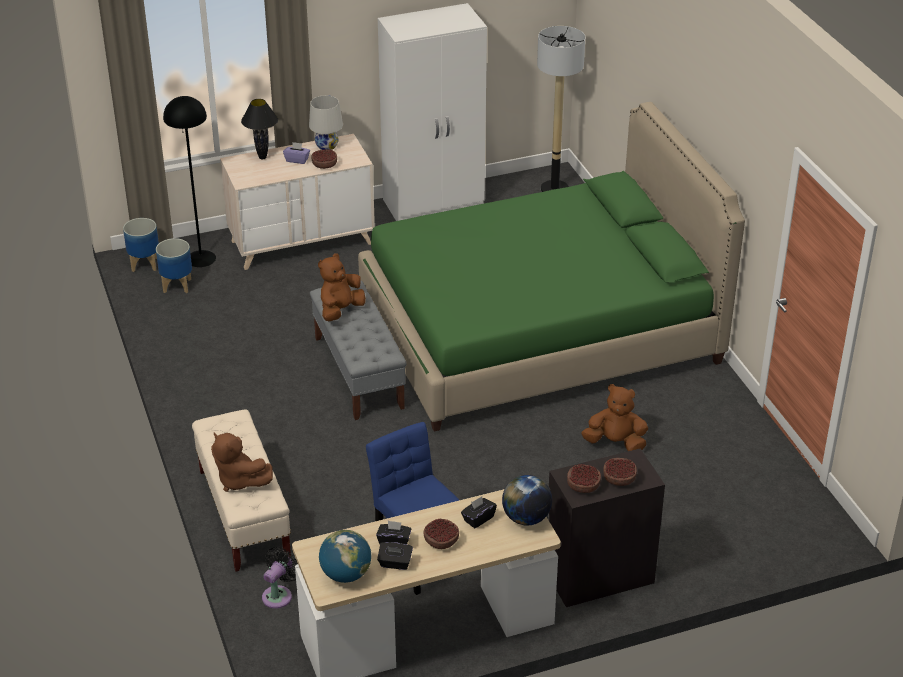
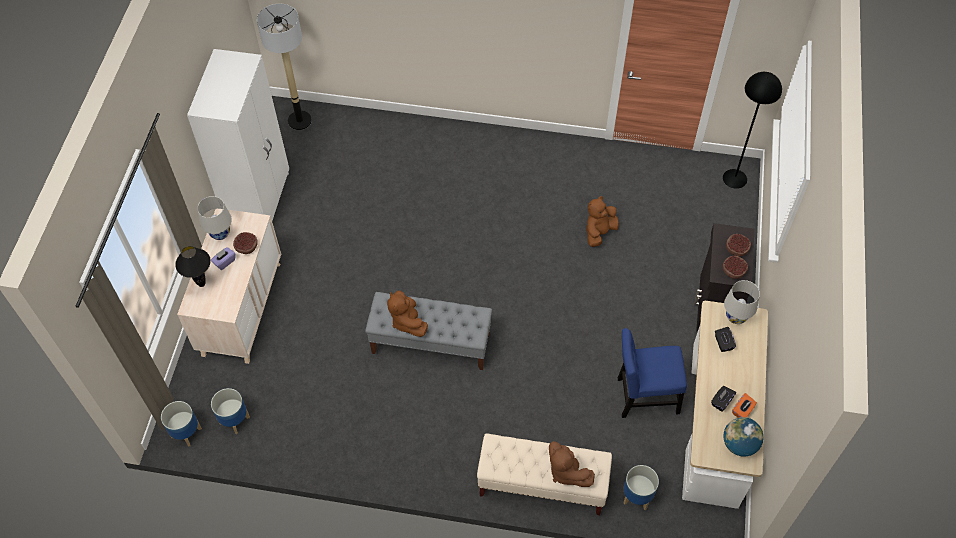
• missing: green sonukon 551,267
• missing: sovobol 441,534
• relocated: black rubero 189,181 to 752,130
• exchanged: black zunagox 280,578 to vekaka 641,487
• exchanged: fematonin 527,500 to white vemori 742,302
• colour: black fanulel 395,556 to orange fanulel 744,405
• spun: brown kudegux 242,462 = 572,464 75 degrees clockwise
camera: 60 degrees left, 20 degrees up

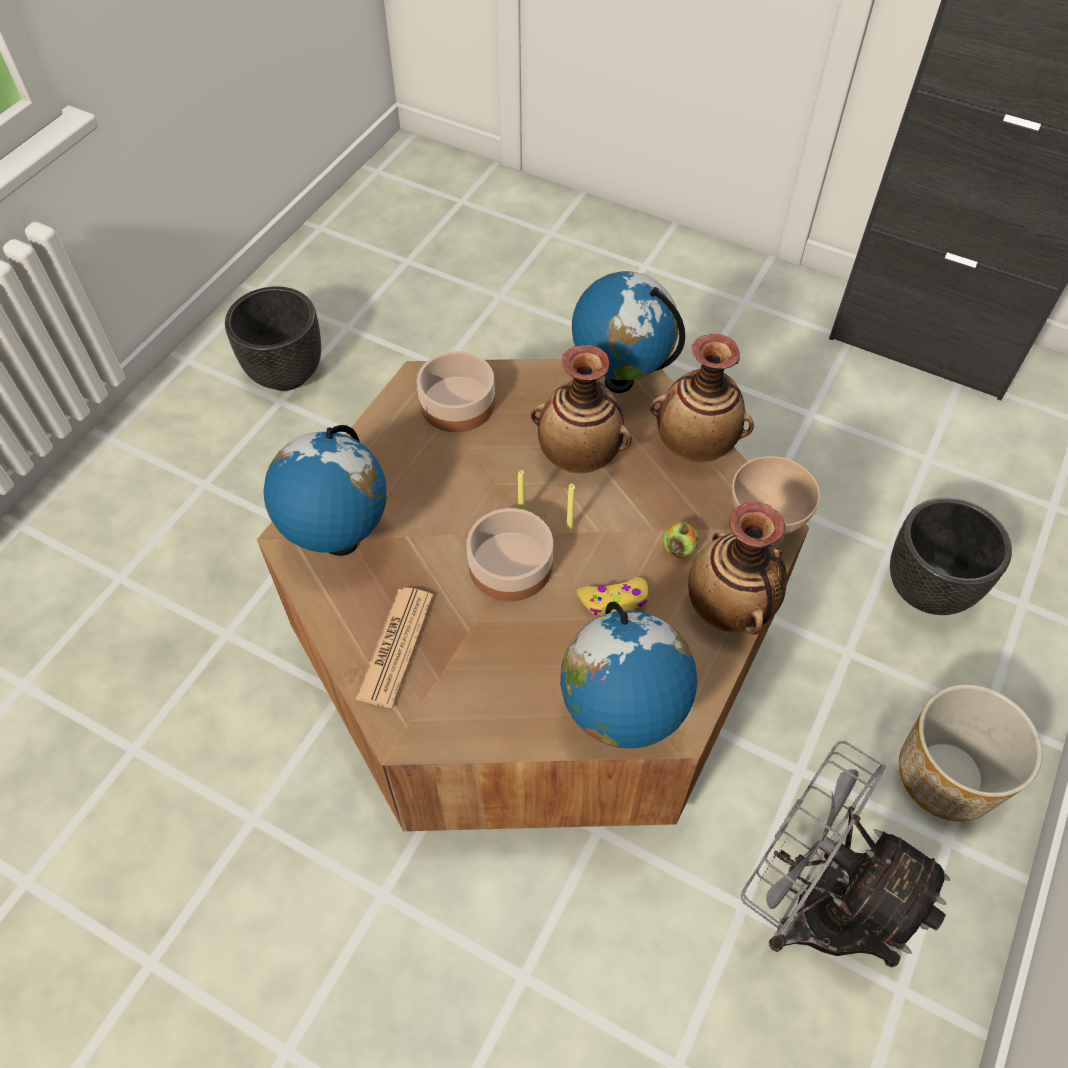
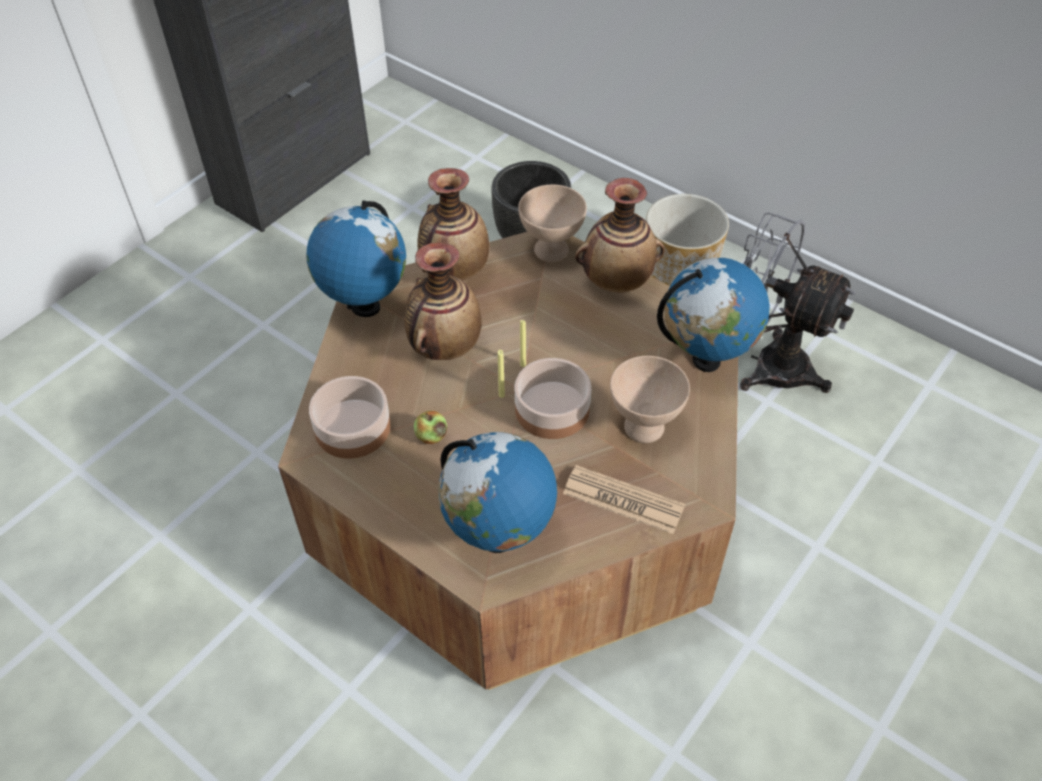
• missing: black vekaka 273,338
• missing: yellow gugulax 612,596
• appeared: beige sovobol 650,399
• relocated: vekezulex 680,539 to 430,427
• spun: grey zunagox 845,854 = 798,302 75 degrees clockwise
camera: 80 degrees left, 5 degrees down

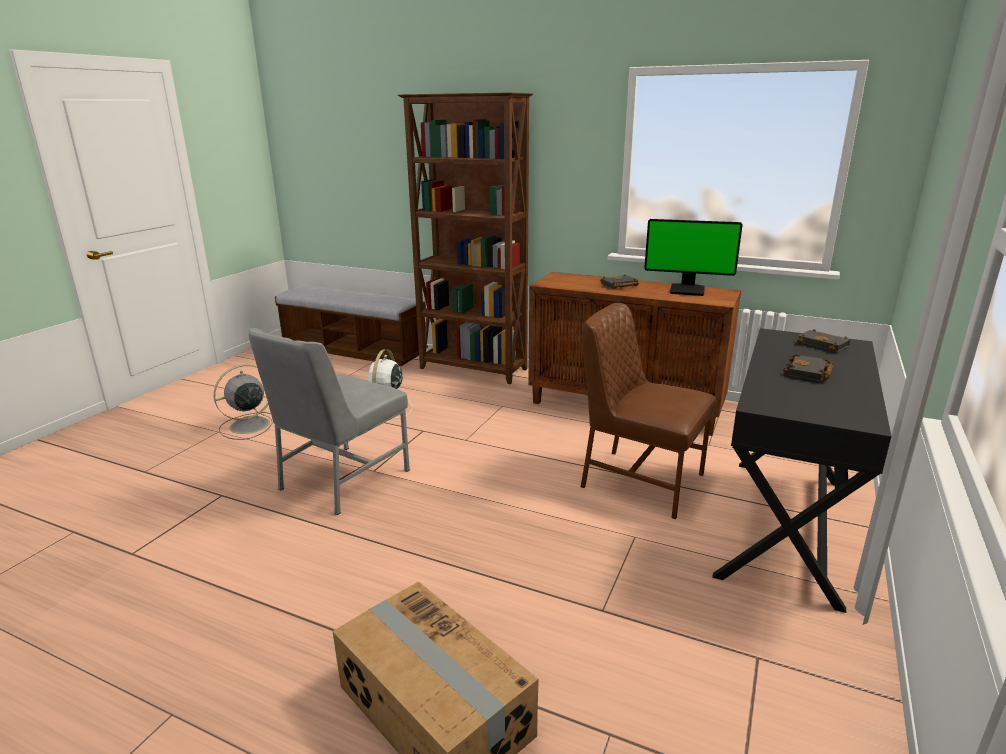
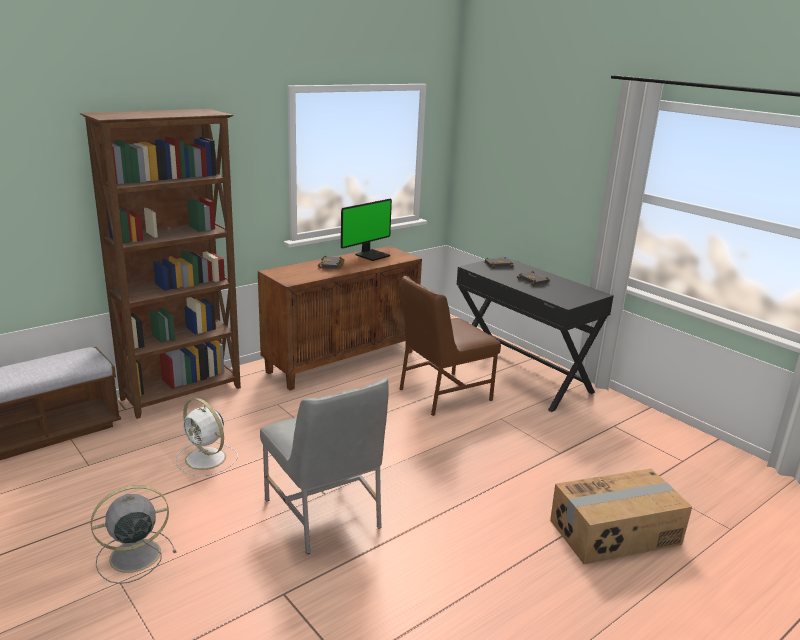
• spun: grey zunagox 243,402 = 134,534 75 degrees clockwise
camera: 65 degrees left, 0 degrees up

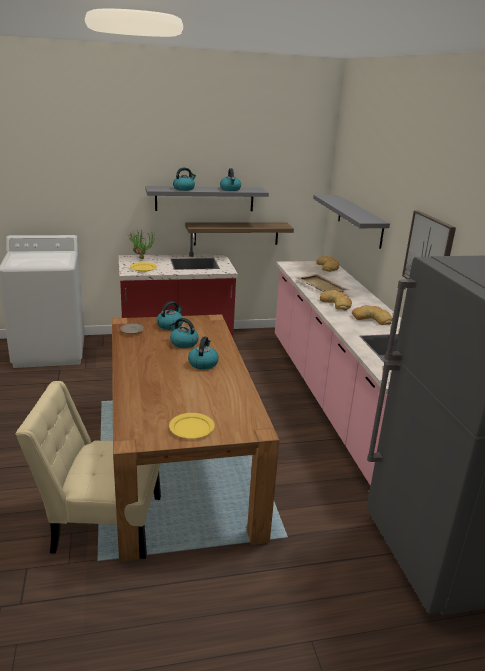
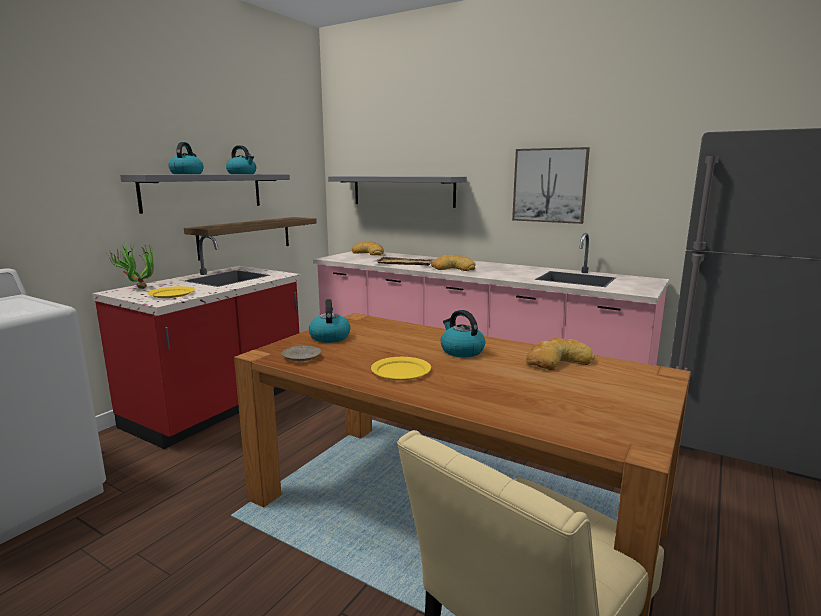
• missing: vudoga 184,333
• relocated: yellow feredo 192,426 to 401,368
• relocated: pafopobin 372,315 to 560,354
camera: 45 degrees left, 10 degrees down

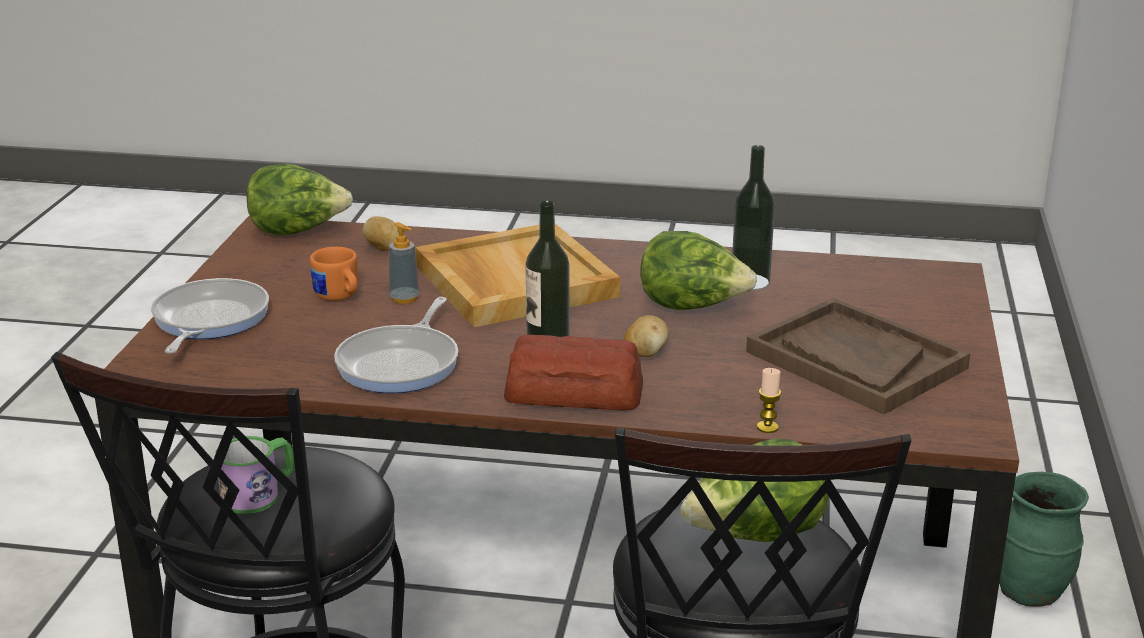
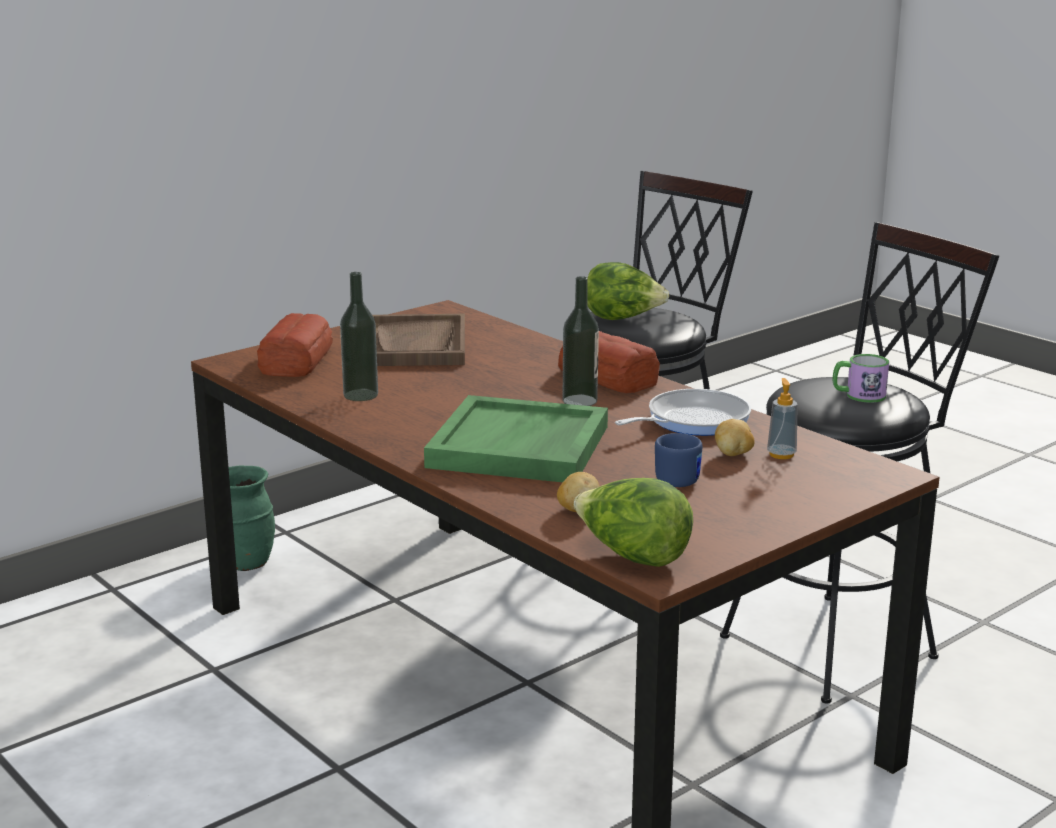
• missing: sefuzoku 210,316
• missing: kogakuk 698,270
• missing: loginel 769,400
• appeared: pafopobin 295,345
• relocated: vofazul 404,263 to 782,418
• relocated: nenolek 646,336 to 735,437
• colour: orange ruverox 334,274 to blue ruverox 678,460
• colour: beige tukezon 518,275 to green tukezon 516,438
camera: 140 degrees left, 5 degrees down

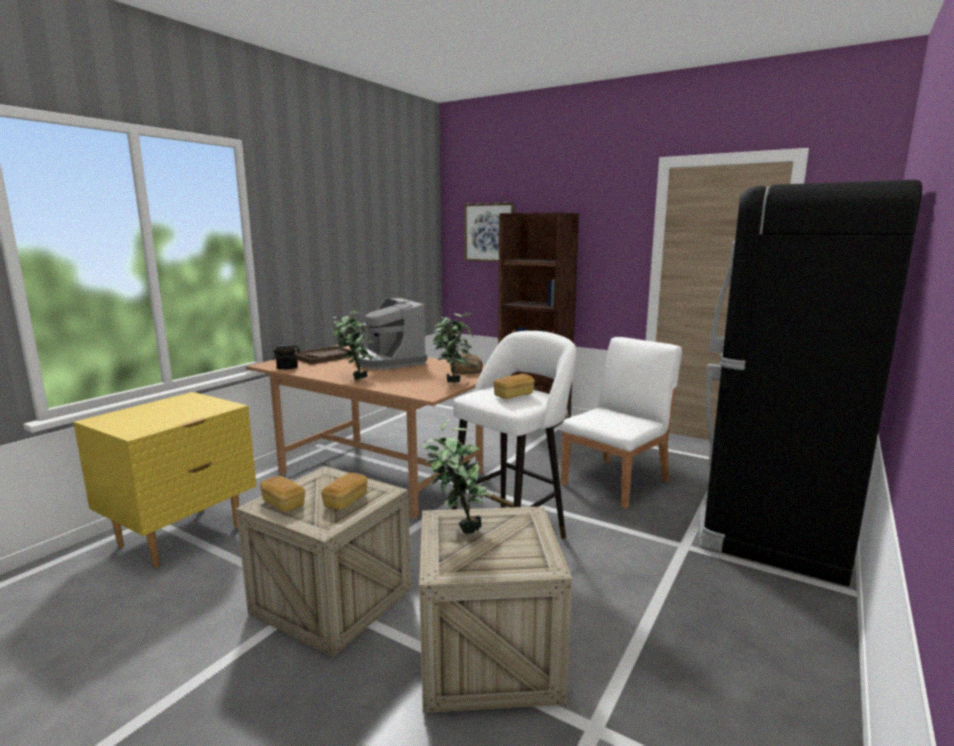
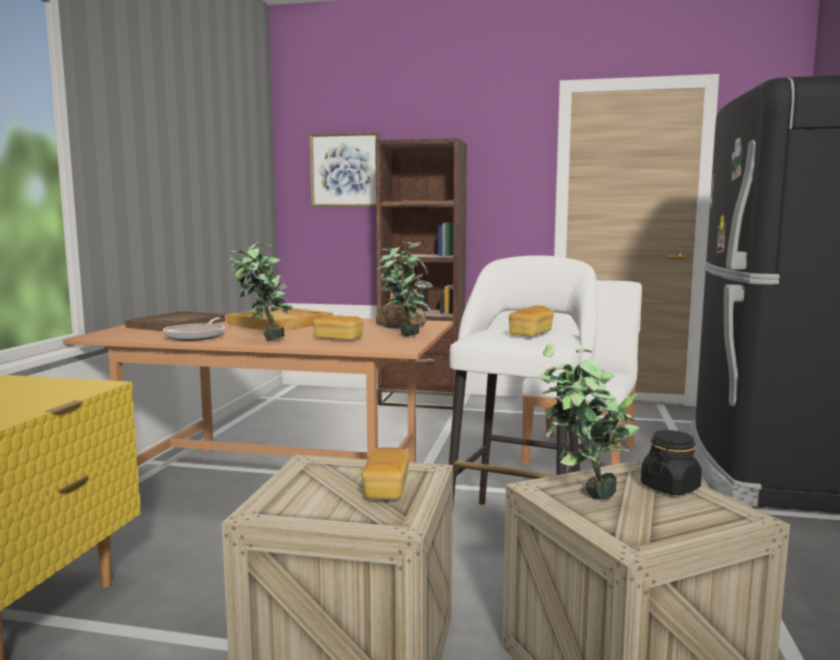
• appeared: sefuzoku 194,329
• relocated: pafopobin 282,494 to 338,328
• relocated: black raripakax 286,357 to 671,462
• exchanged: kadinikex 392,334 to beige tukezon 280,319
camera: 20 degrees left, 5 degrees down

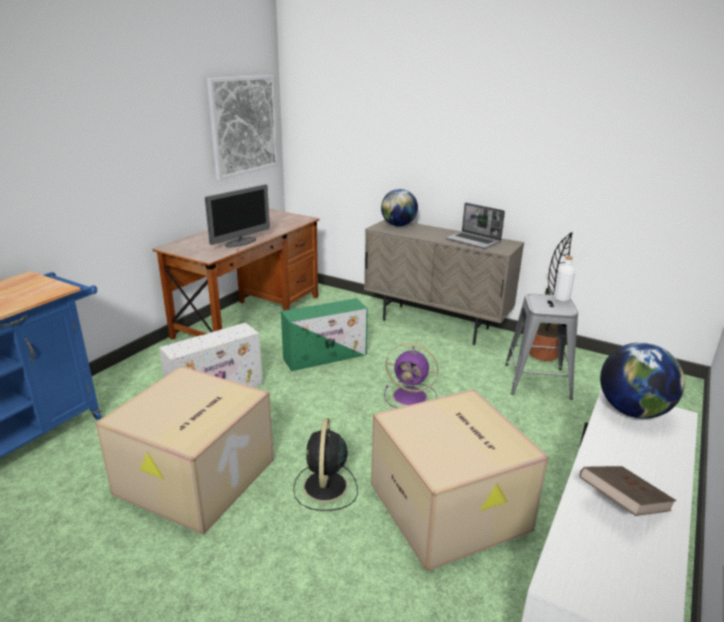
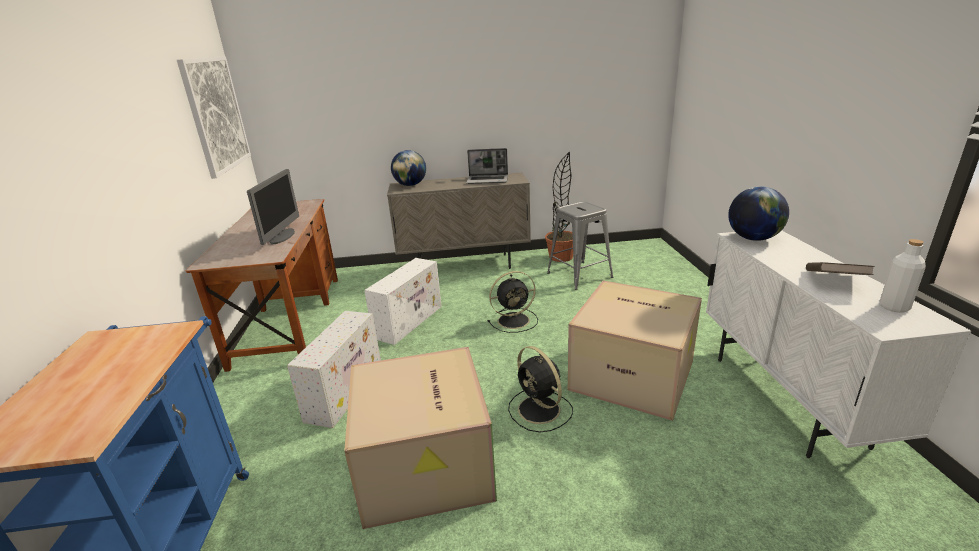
• relocated: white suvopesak 564,279 to 903,276
• colour: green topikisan 324,334 to white topikisan 403,301
• colour: purple zunagox 411,375 to black zunagox 512,302
camera: 35 degrees left, 0 degrees up

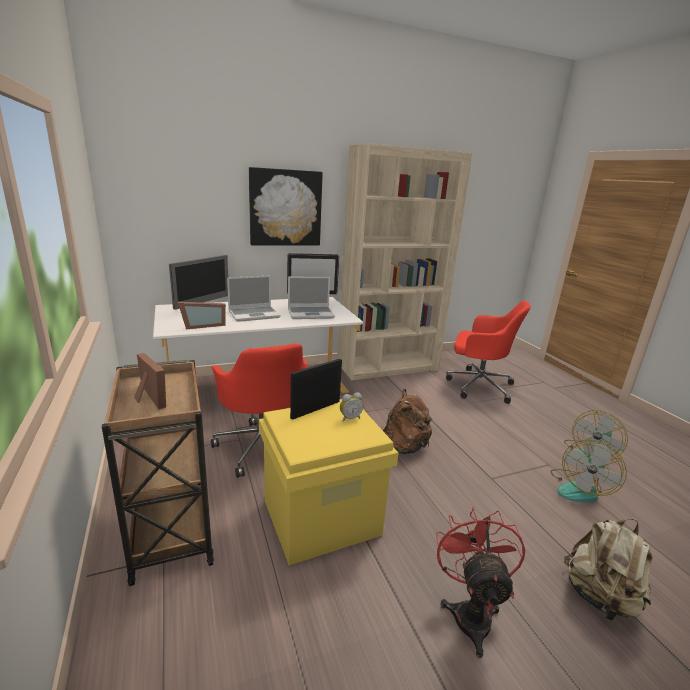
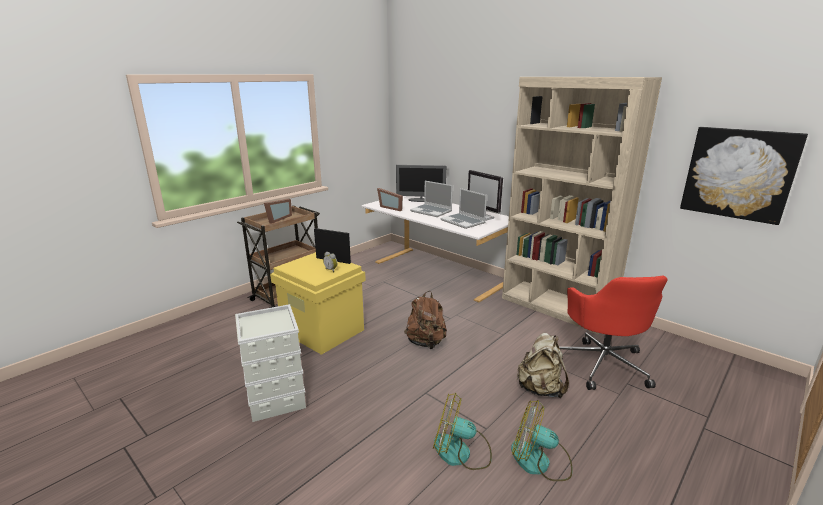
• missing: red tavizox 259,410
• relocated: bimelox 286,206 to 744,176
• relocated: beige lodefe 608,569 to 542,365
• exchanged: red zunagox 480,582 to grey topikisan 270,363
camera: 65 degrees right, 0 degrees up

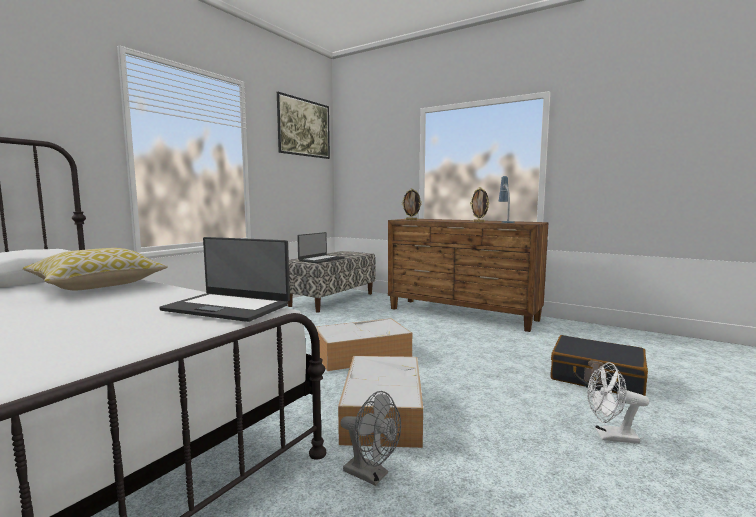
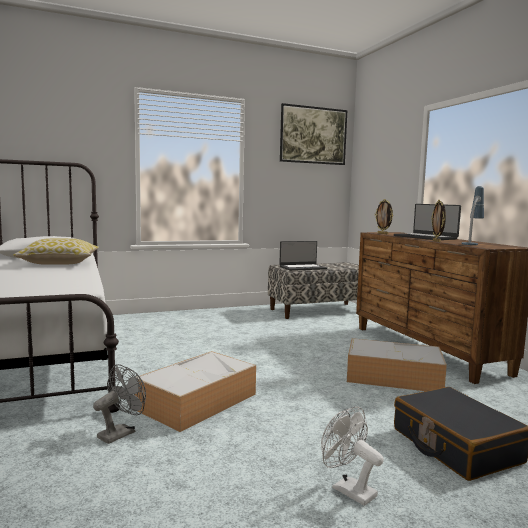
• relocated: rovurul 224,279 to 427,222
• relocated: topikisan 364,344 to 397,364
• spun: grey zunagox 371,438 = 119,404 120 degrees counterclockwise
camera: 35 degrees right, 0 degrees up

